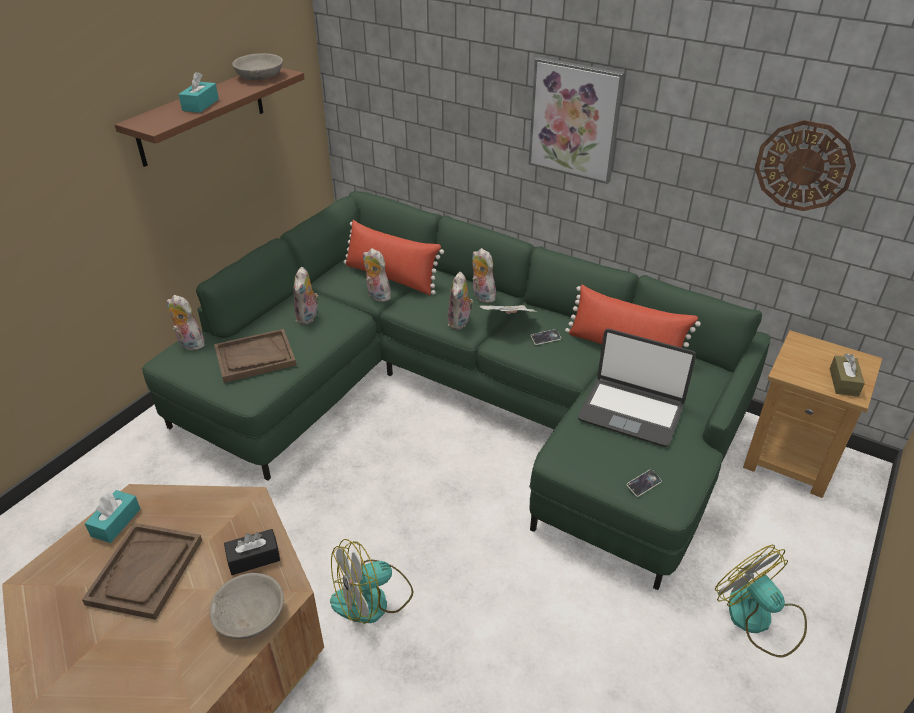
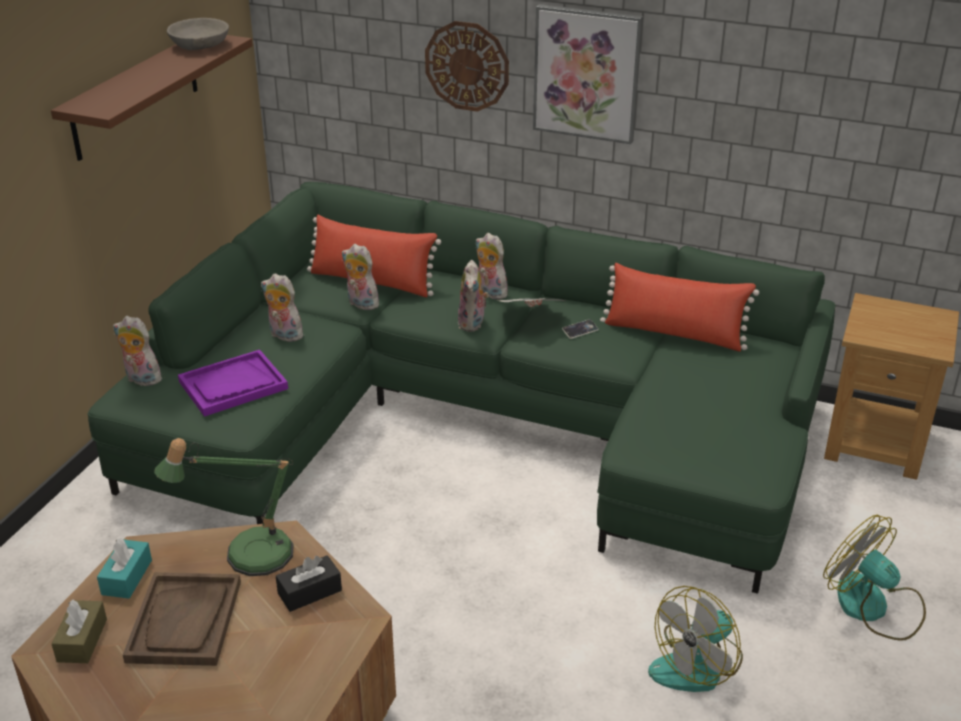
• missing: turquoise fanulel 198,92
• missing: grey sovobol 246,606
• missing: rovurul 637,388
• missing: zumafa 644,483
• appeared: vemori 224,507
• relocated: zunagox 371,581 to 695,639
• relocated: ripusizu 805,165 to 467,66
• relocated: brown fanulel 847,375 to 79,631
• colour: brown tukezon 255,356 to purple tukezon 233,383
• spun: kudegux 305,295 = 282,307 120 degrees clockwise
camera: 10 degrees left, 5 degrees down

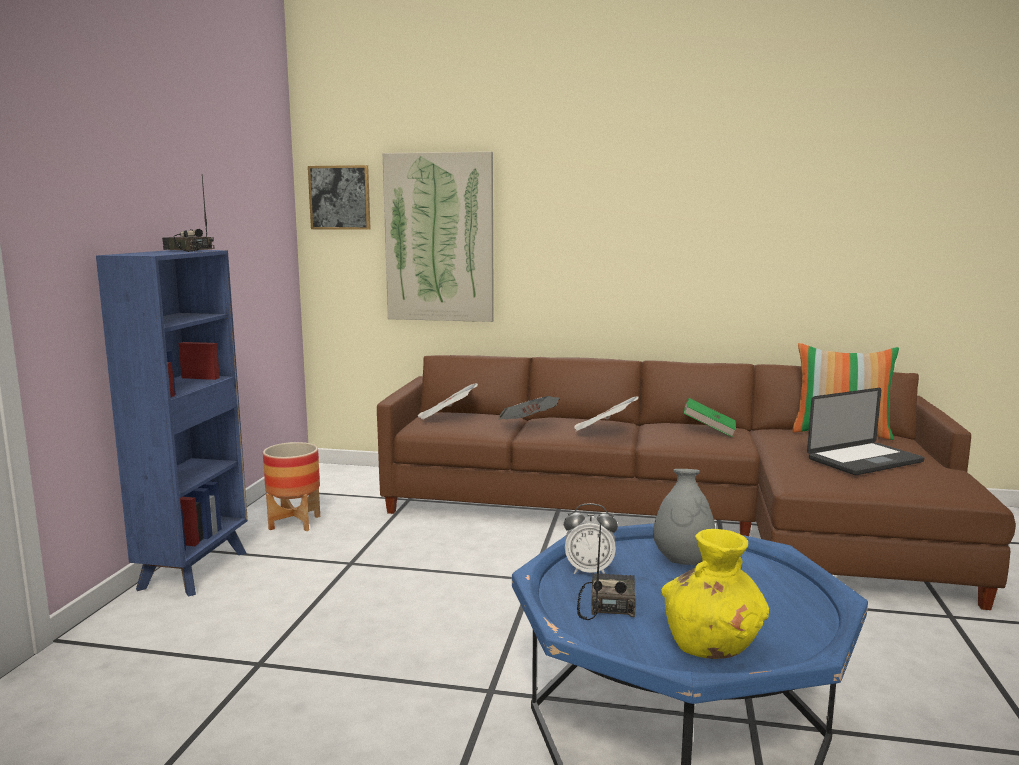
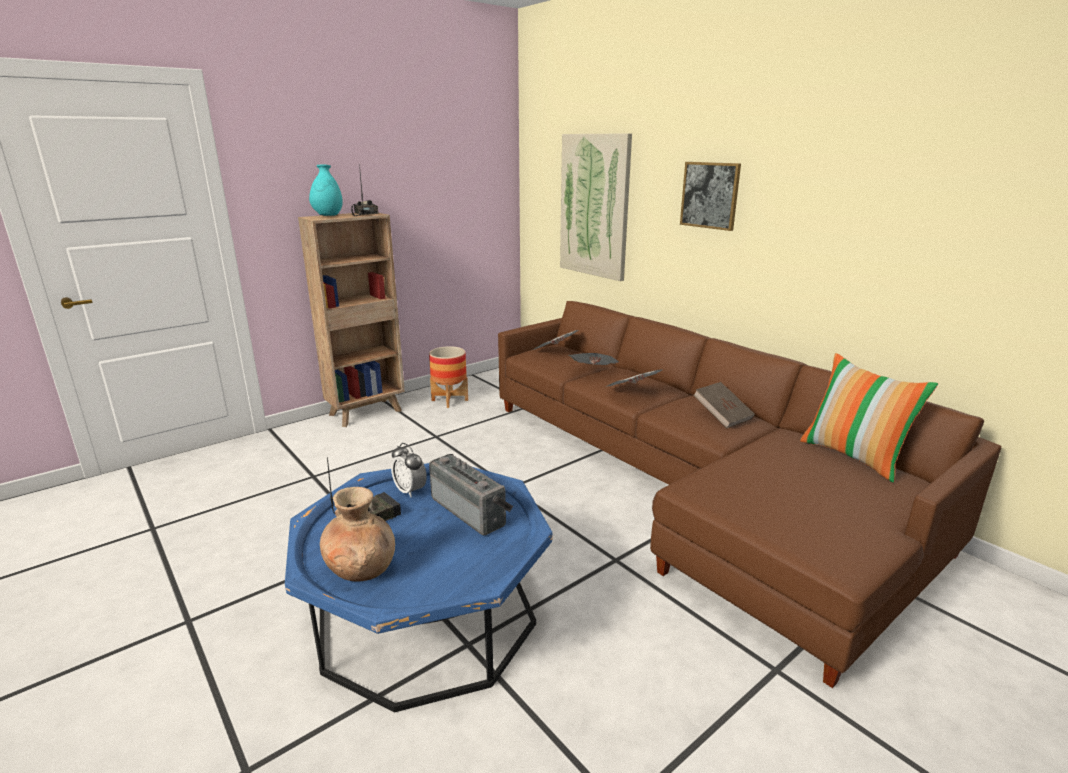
• missing: rovurul 866,431
• appeared: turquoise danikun 326,190
• relocated: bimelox 339,197 to 710,196
• exchanged: grey danikun 684,517 to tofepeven 471,494
• colour: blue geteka 172,423 to brown geteka 351,320
• colour: yellow danikun 715,594 to brown danikun 357,534
• colour: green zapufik 710,417 to brown zapufik 724,405
camera: 40 degrees right, 10 degrees up

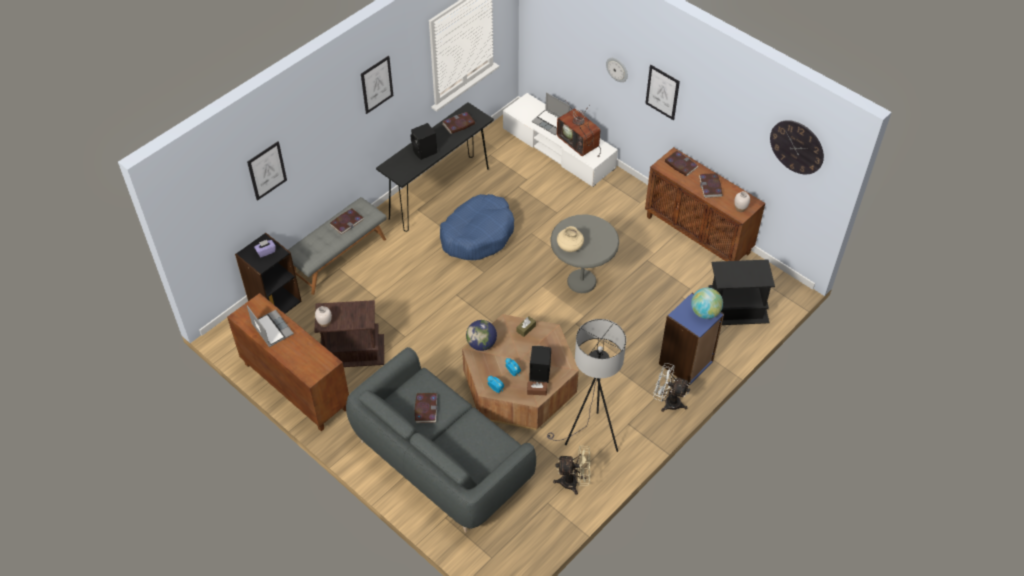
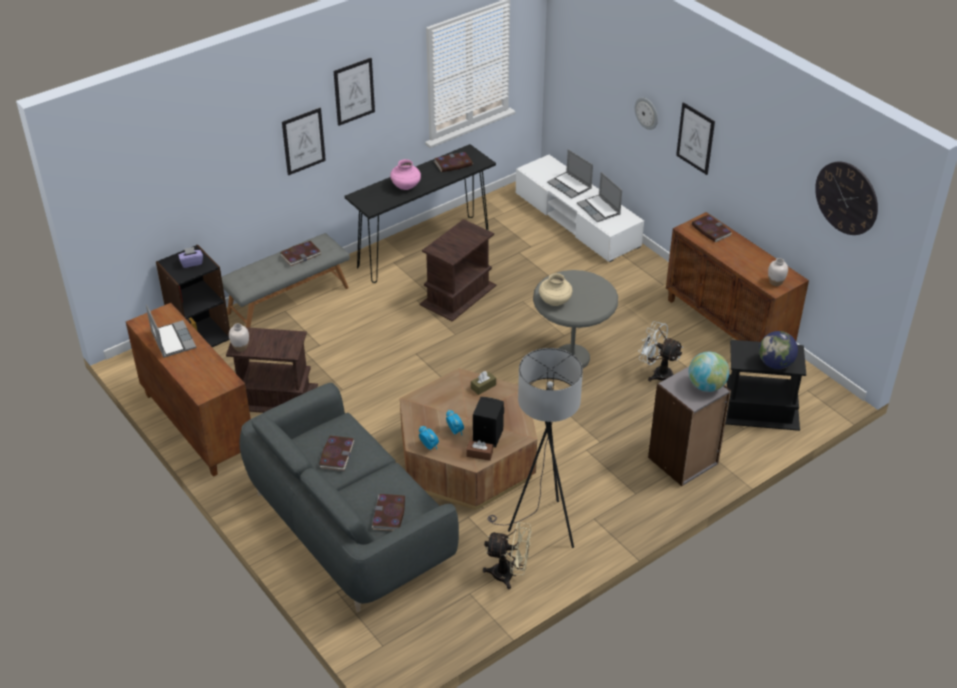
• relocated: bimelox 267,171 to 304,141
• relocated: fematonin 481,335 to 778,350
• relocated: white zunagox 671,387 to 660,351
• relocated: zapufik 710,185 to 388,512
• exchanged: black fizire 423,141 to pink danikun 405,174
• exchanged: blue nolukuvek 477,227 to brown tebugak 458,270
• exchanged: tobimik 579,128 to rovurul 599,197
• colour: blue geteka 691,339 to grey geteka 689,426
camera: 10 degrees right, 10 degrees down

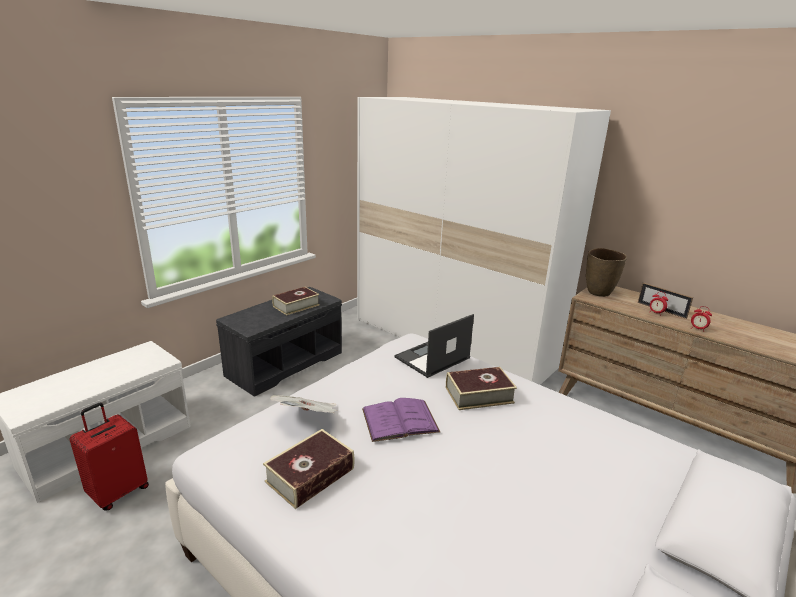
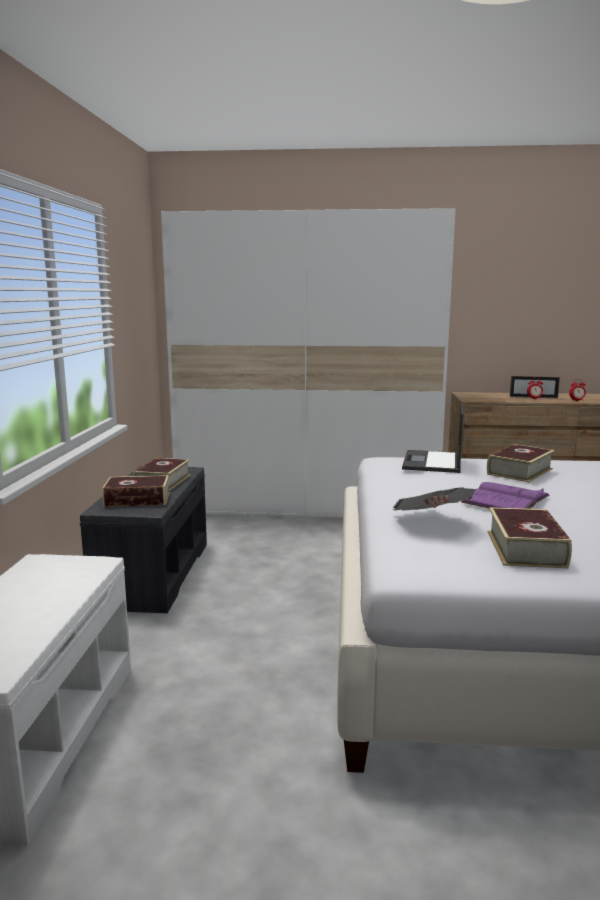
• missing: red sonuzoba 109,457
• missing: brown danikun 606,272
• appeared: zapufik 136,491
camera: 35 degrees left, 10 degrees down

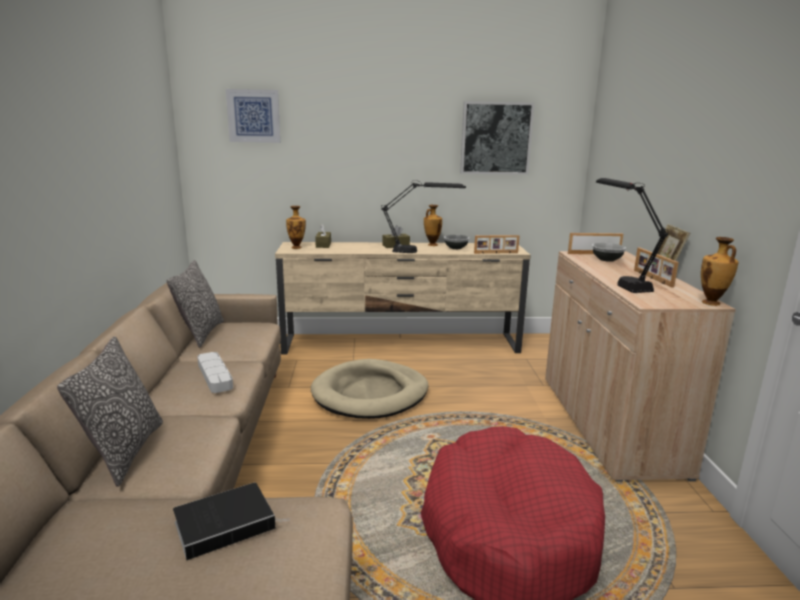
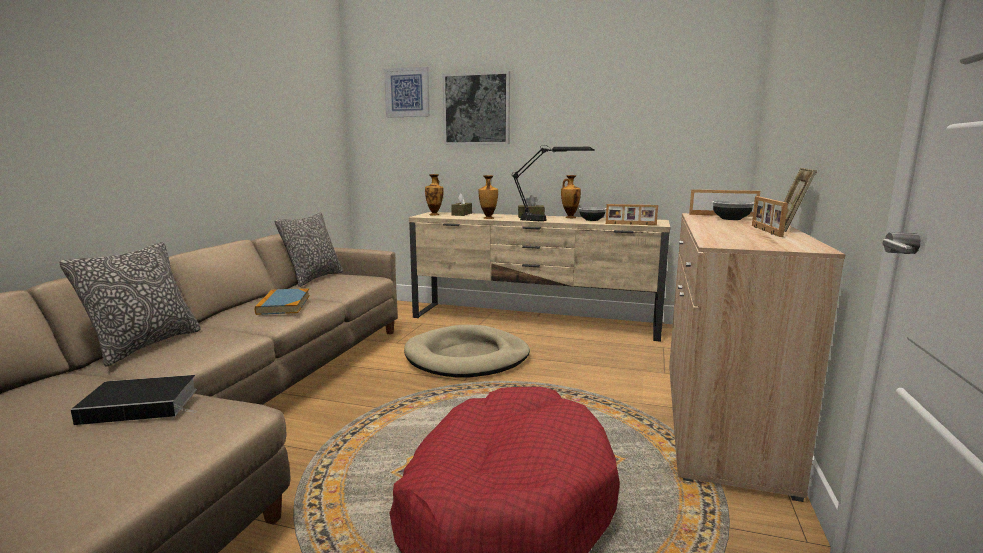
• missing: black vemori 632,235
• relocated: bimelox 497,138 to 476,108
• relocated: danikun 719,271 to 488,197
• exchanged: grey tukezon 215,372 to zapufik 282,301
camera: 20 degrees right, 5 degrees down

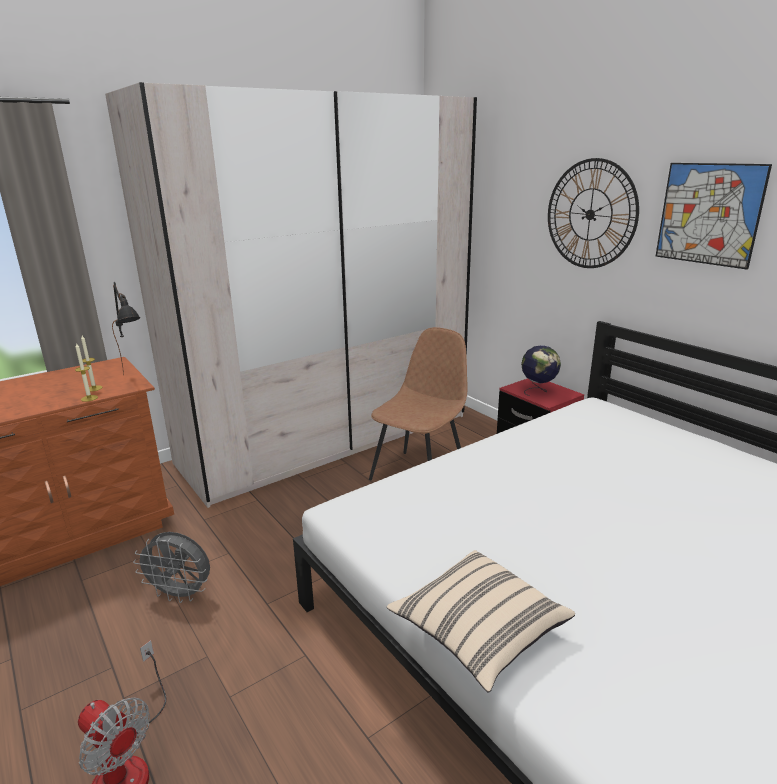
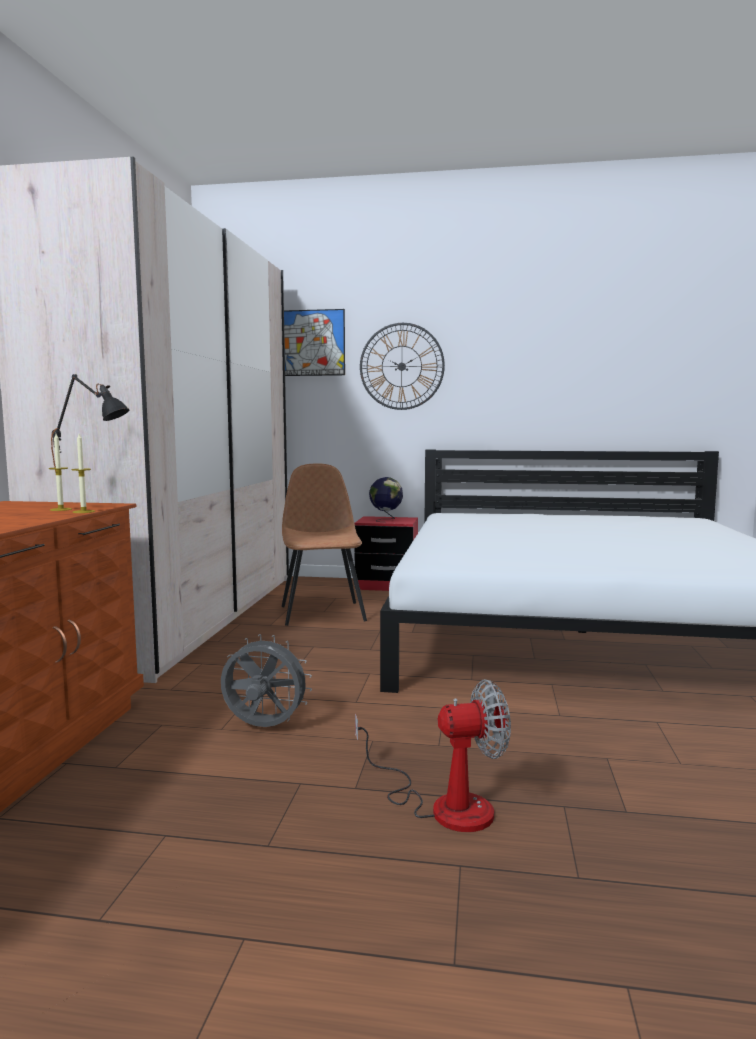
• missing: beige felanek 481,621
• relocated: bimelox 714,216 to 314,342
• spun: grey zunagox 171,567 = 266,680 135 degrees counterclockwise
camera: 45 degrees left, 15 degrees down

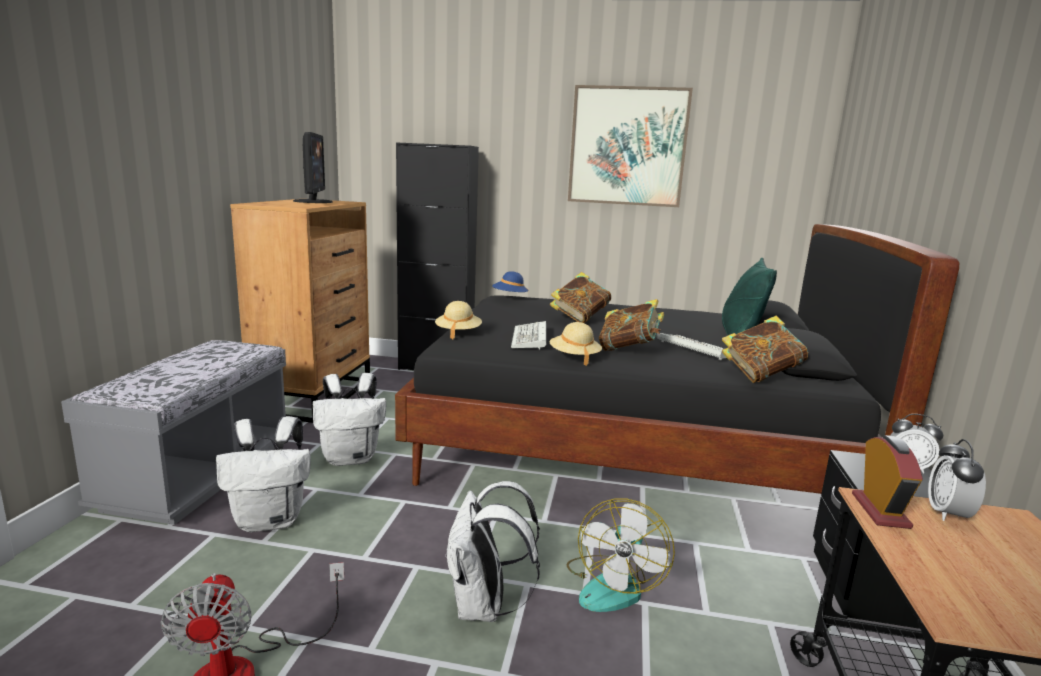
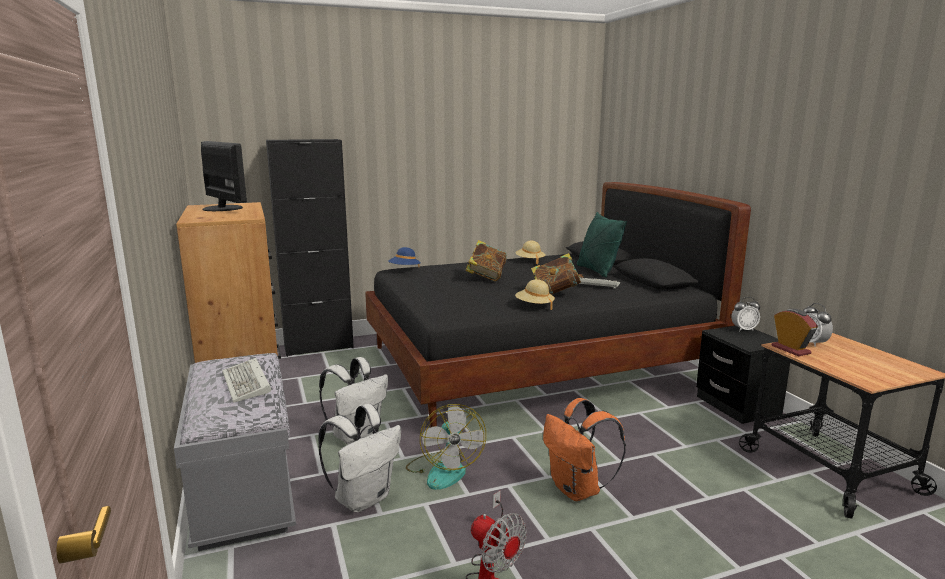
• missing: bimelox 630,146
• missing: zapufik 765,349
• relocated: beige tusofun 458,320 to 530,252
• relocated: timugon 528,335 to 246,380
• relocated: zunagox 621,555 to 446,447
• colour: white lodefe 492,551 to orange lodefe 584,449
camera: 30 degrees left, 0 degrees up

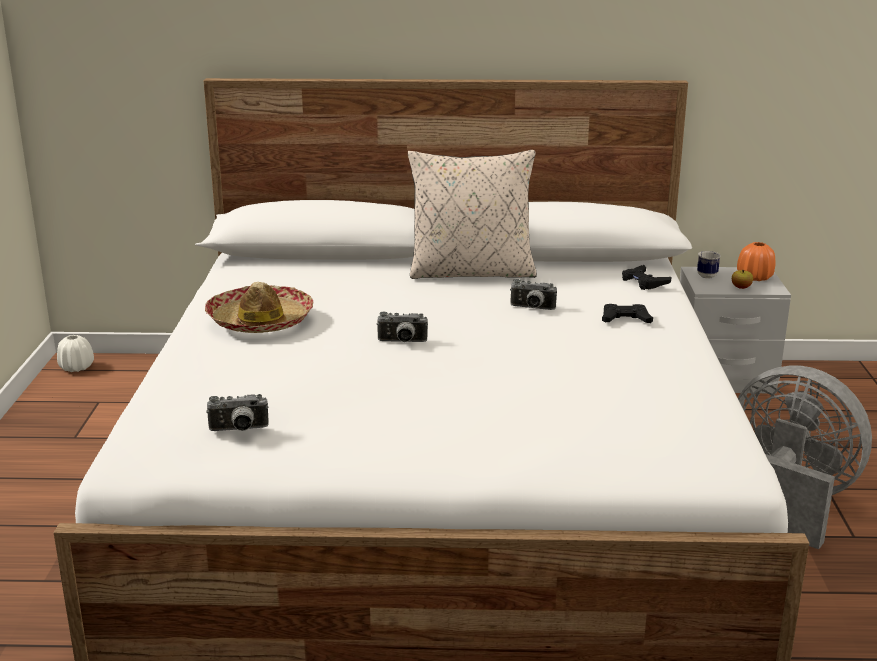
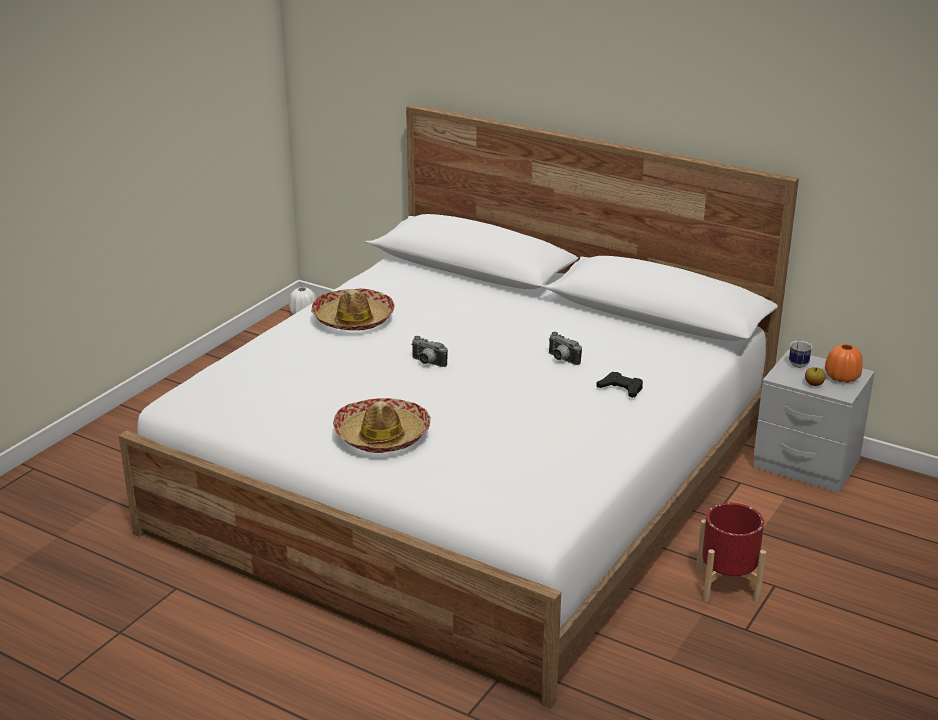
• missing: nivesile 237,412
• missing: beige felanek 472,214
• missing: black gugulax 646,277
• appeared: tusofun 382,425
• exchanged: grey zunagox 805,457 to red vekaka 731,552
camera: 30 degrees right, 5 degrees up

